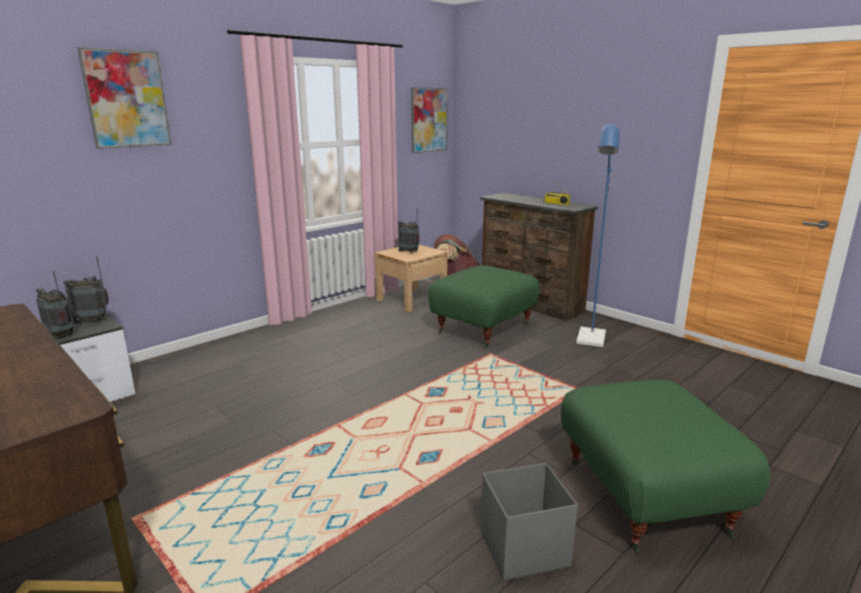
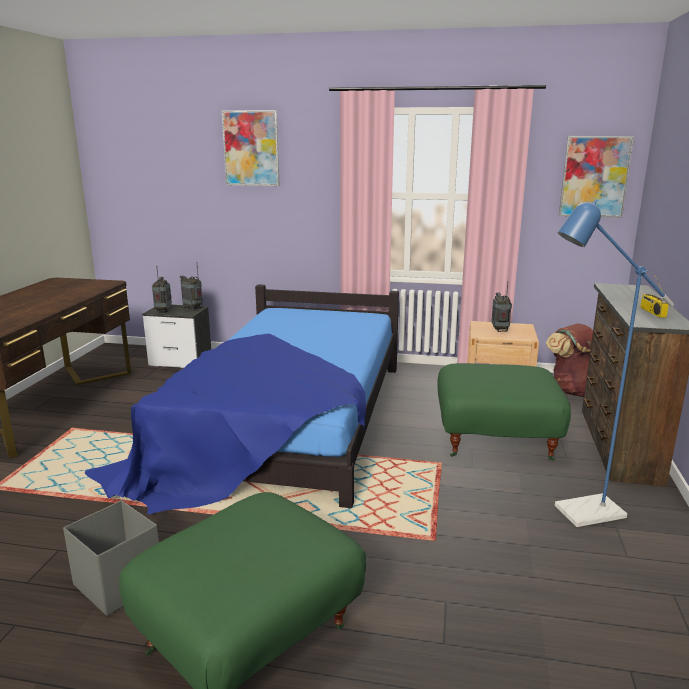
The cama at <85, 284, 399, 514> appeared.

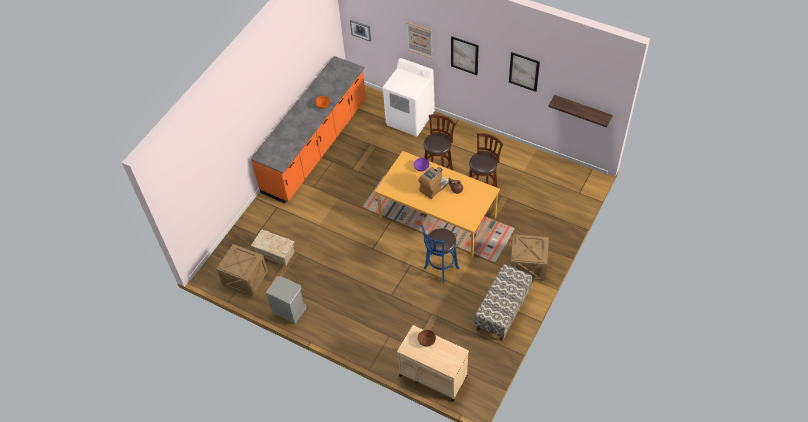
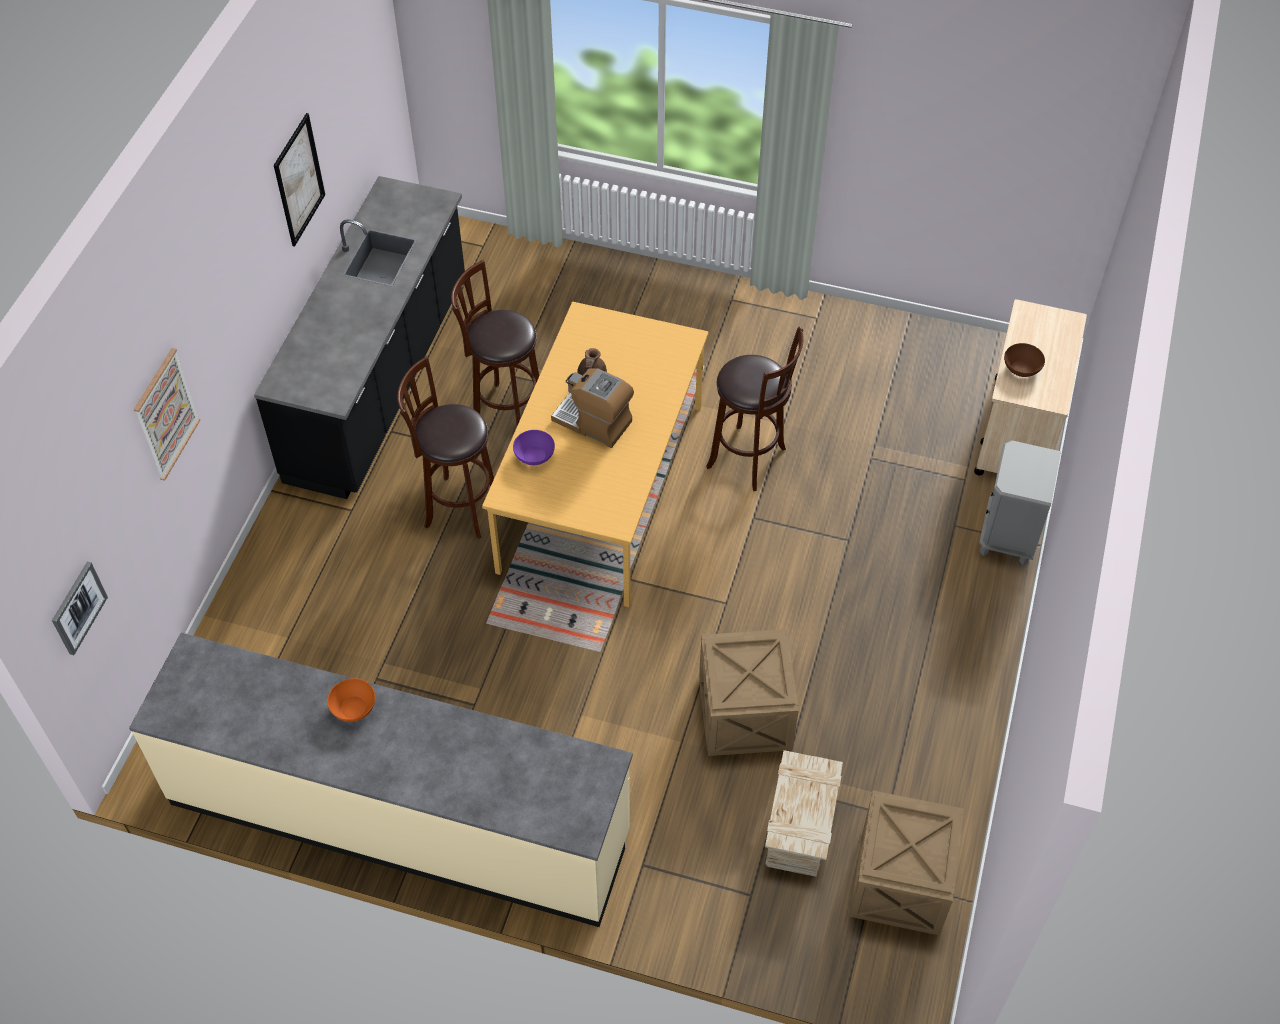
The mueble bajo de cocina (naranja) at <251, 56, 366, 203> became the mueble bajo de cocina (beis) at <129, 632, 633, 927>.
The mesita de noche (gris) moved from <266, 276, 307, 324> to <979, 440, 1061, 565>.
The lavadora (blanco) at <383, 58, 435, 137> disappeared.
The taburete (azul) at <421, 224, 459, 283> became the taburete (marrón) at <706, 326, 804, 491>.
The cuadro at <451, 36, 479, 75> disappeared.
The banco at <474, 264, 532, 341> disappeared.
The caja de embalaje moved from <510, 234, 549, 281> to <699, 629, 799, 756>.
The estante at <548, 95, 613, 127> disappeared.
The mueble bajo de cocina (negro) at <254, 176, 465, 499> appeared.

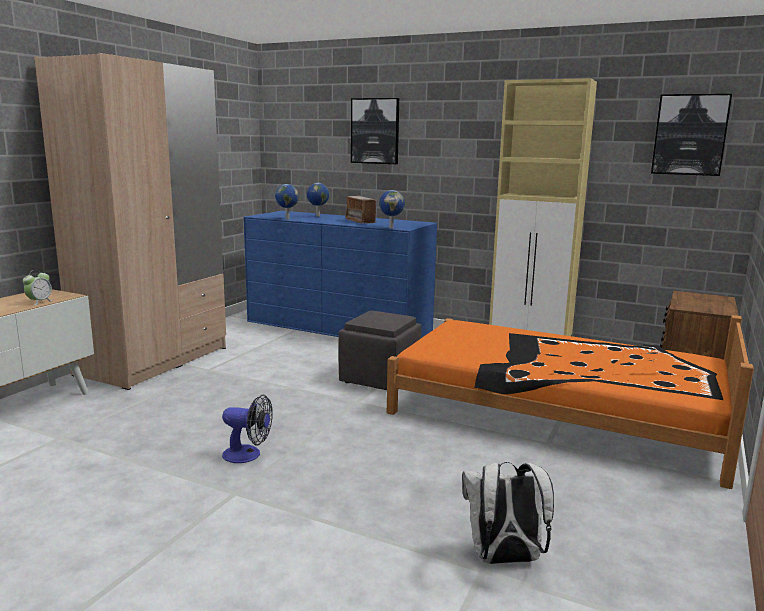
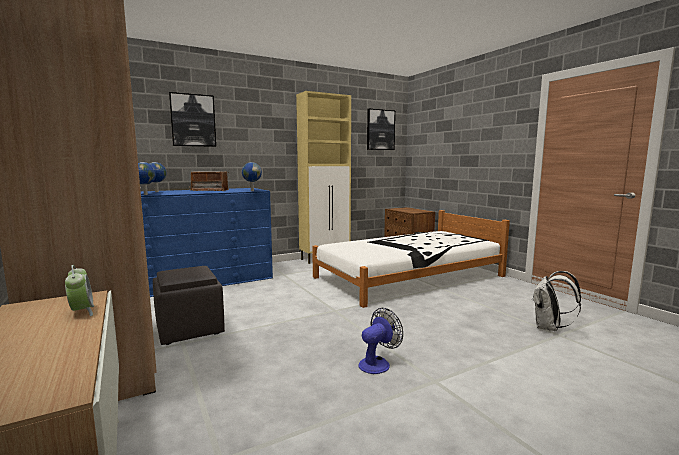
The puf (gris) moved from <338, 311, 421, 390> to <153, 266, 225, 345>.
The cama (naranja) at <387, 315, 754, 489> became the cama (blanco) at <312, 210, 510, 308>.

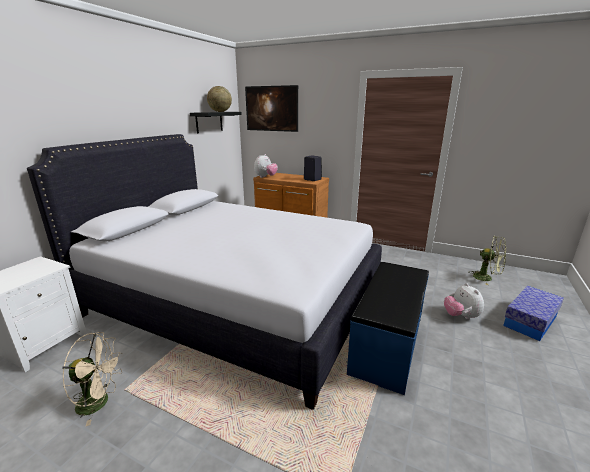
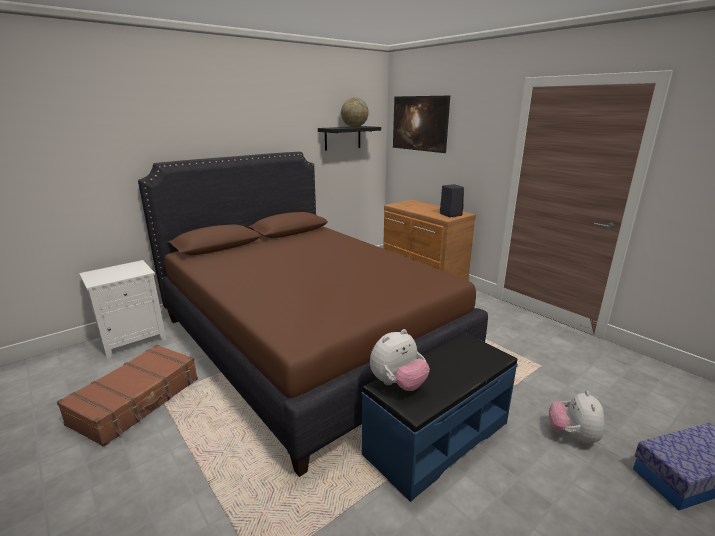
The cama (blanco) at <27, 134, 382, 410> became the cama (marrón) at <138, 152, 488, 477>.
The ventilador (beis) at <62, 332, 122, 426> was replaced by the maleta (marrón) at <57, 345, 198, 447>.
The peluche moved from <254, 154, 278, 178> to <370, 329, 430, 391>.
The ventilador (verde) at <469, 236, 506, 285> disappeared.

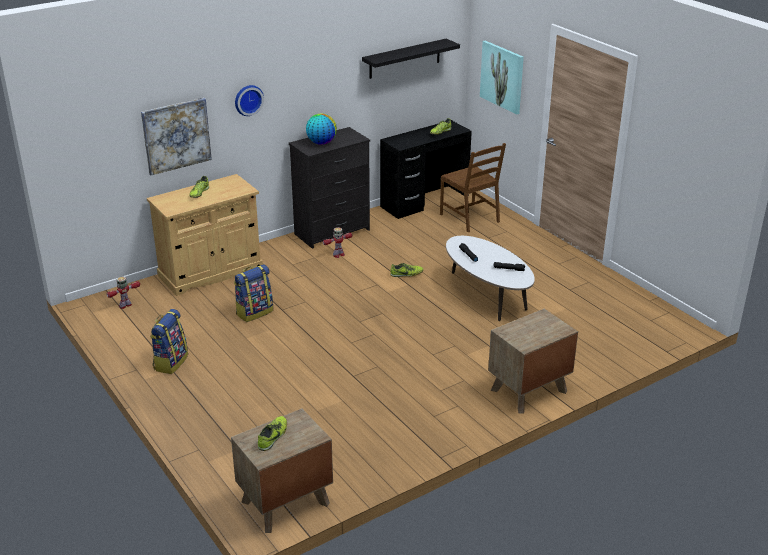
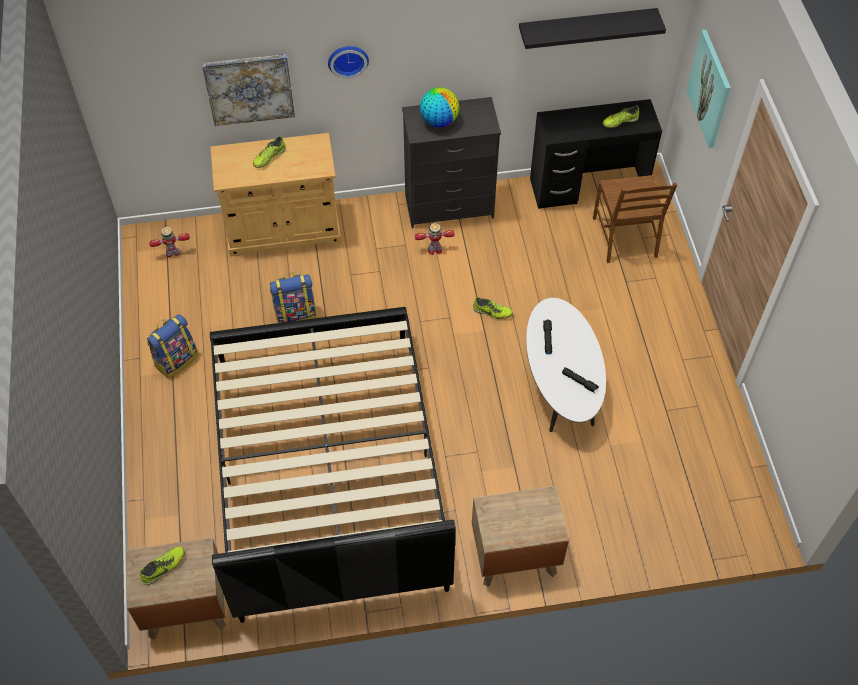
The cama (negro) at <210, 307, 456, 623> appeared.

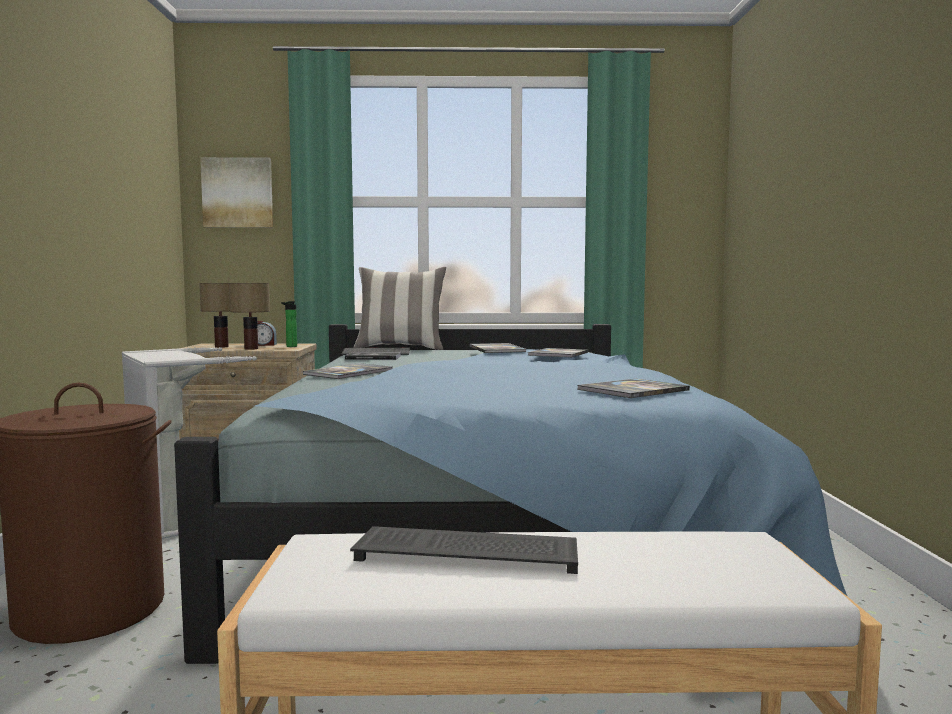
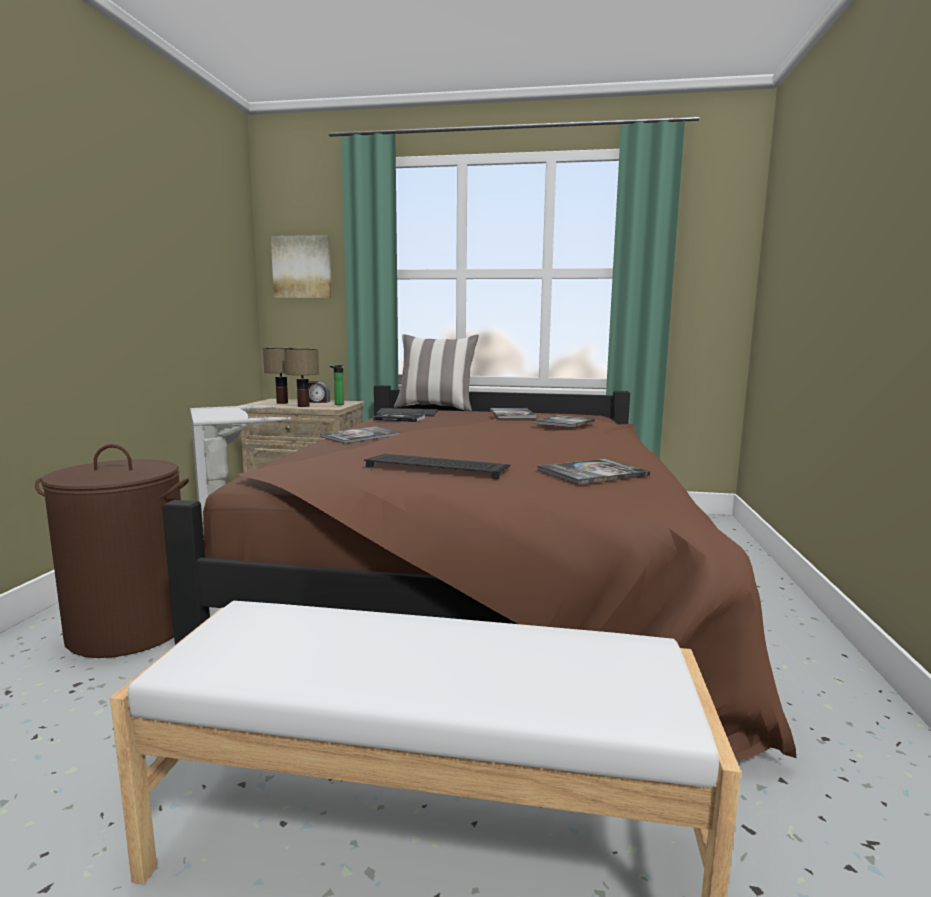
The cama (azul) at <174, 324, 847, 664> became the cama (marrón) at <162, 385, 796, 762>.
The teclado moved from <350, 526, 578, 574> to <364, 454, 510, 479>.

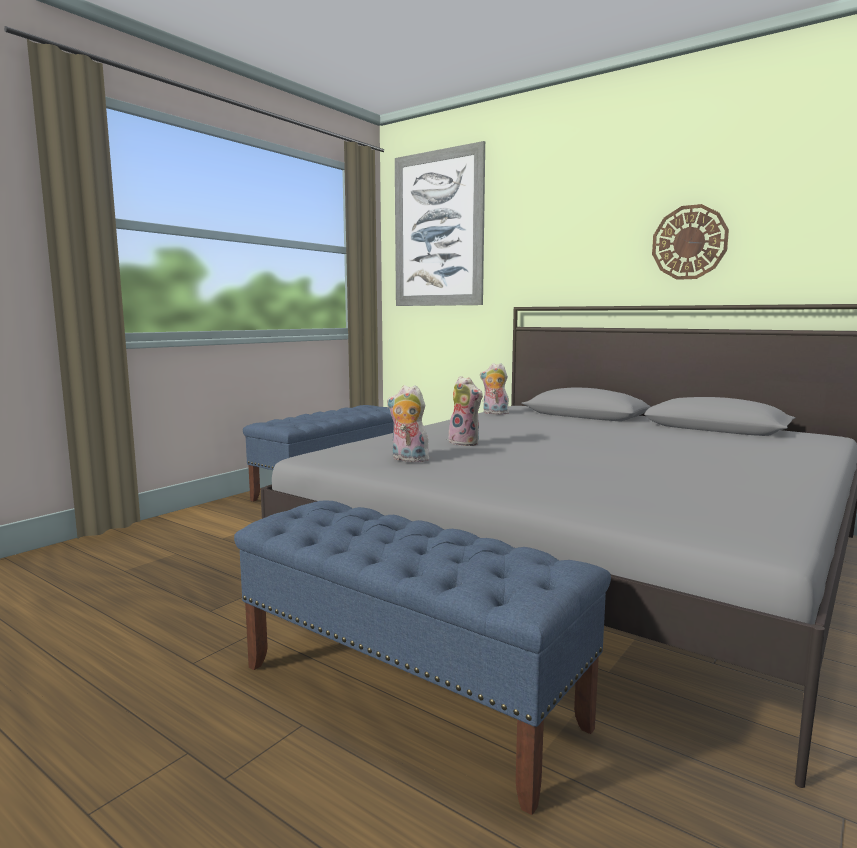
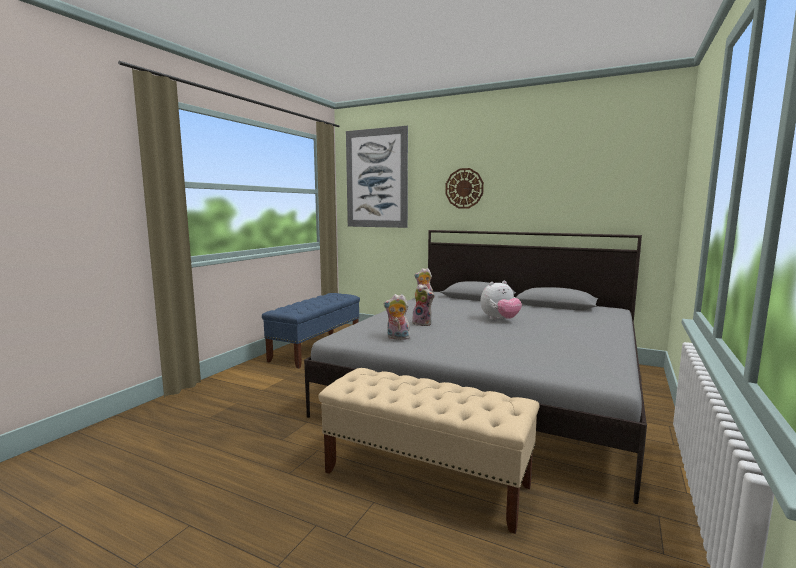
The banco (azul) at <234, 500, 611, 815> became the banco (beis) at <318, 368, 540, 534>.
The reloj de pared moved from <652, 204, 729, 280> to <445, 168, 484, 208>.
The peluche at <480, 281, 522, 320> appeared.

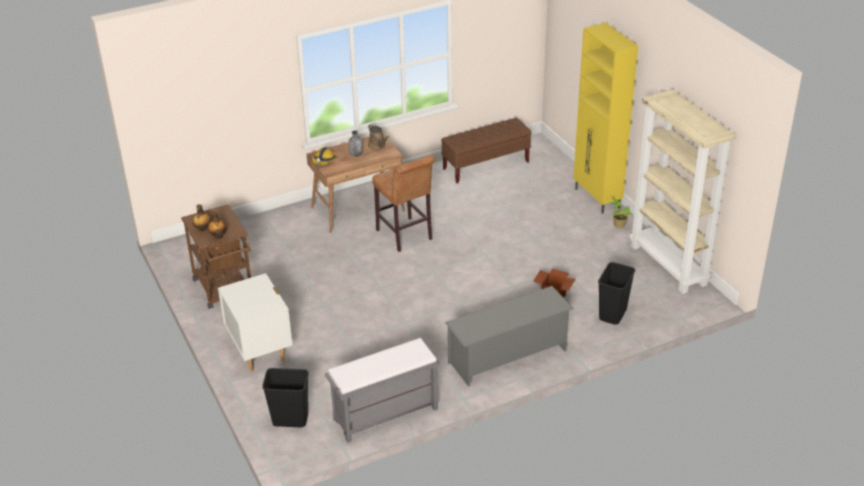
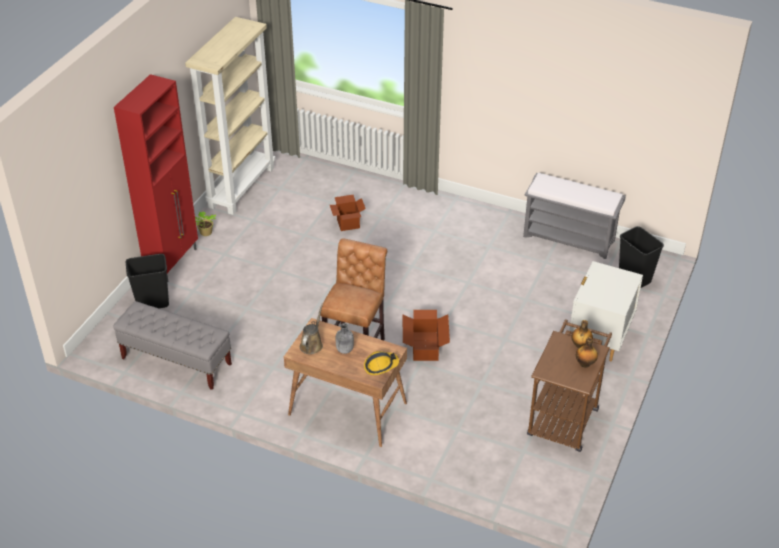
The banco (marrón) at <441, 118, 532, 183> became the banco (gris) at <113, 301, 232, 390>.
The zapatero (gris) at <445, 286, 574, 387> disappeared.
The armario (amarillo) at <573, 23, 638, 214> became the armario (rojo) at <114, 74, 198, 283>.
The papelera (negro) moved from <598, 262, 635, 325> to <126, 254, 169, 309>.
The caja de cartón at <402, 310, 450, 361> appeared.

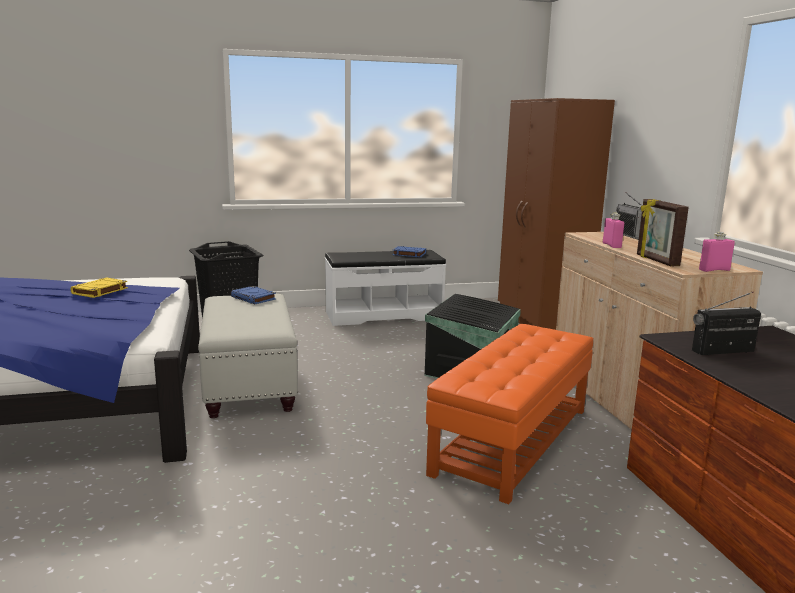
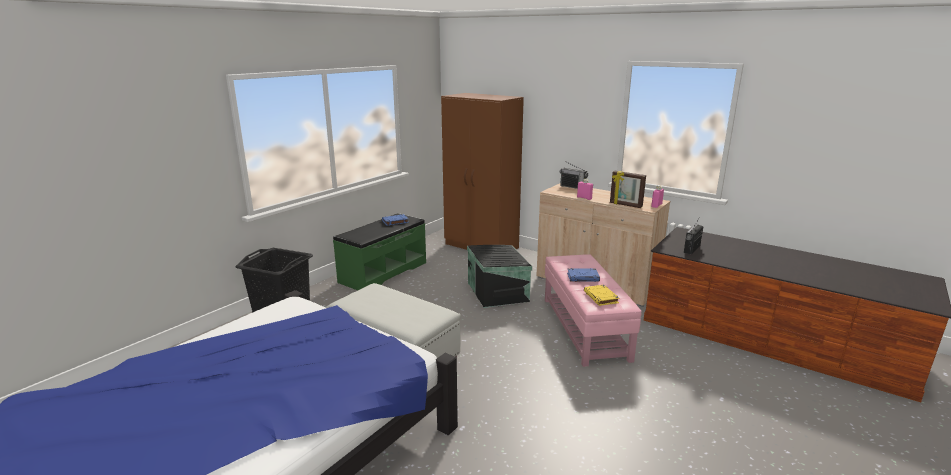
The libro (amarillo) moved from <70, 277, 128, 298> to <584, 285, 619, 306>.
The libro (azul) moved from <231, 286, 276, 304> to <567, 268, 600, 282>.
The banco (blanco) at <325, 250, 446, 326> became the banco (verde) at <333, 213, 426, 290>.
The puf (naranja) at <426, 324, 593, 504> became the puf (rosa) at <545, 254, 642, 367>.

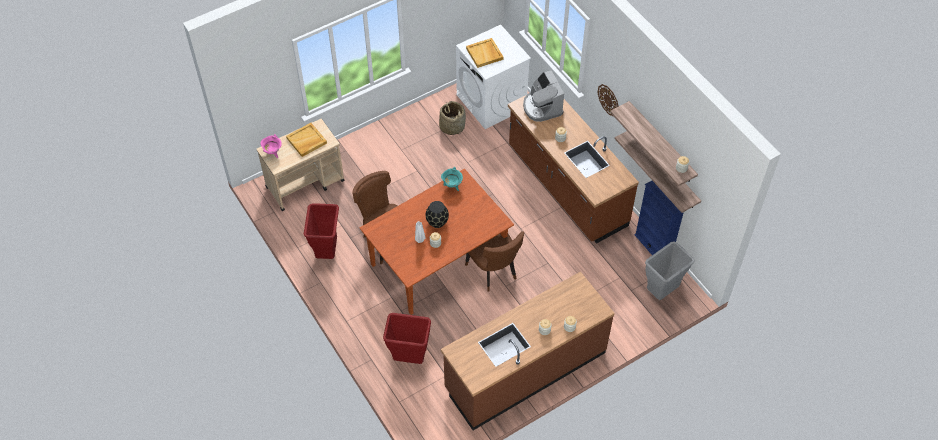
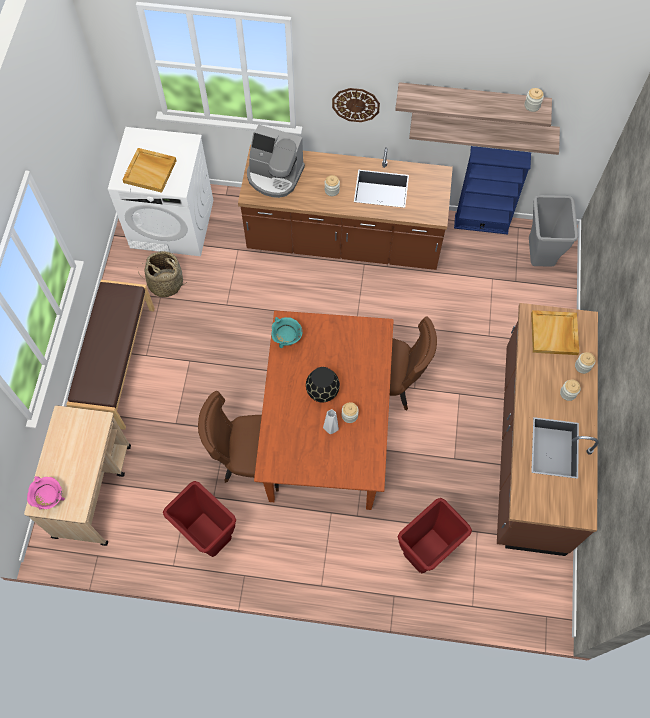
The bandeja (beis) moved from <286, 123, 327, 157> to <531, 310, 579, 355>.
The banco (marrón) at <66, 280, 155, 430> appeared.

